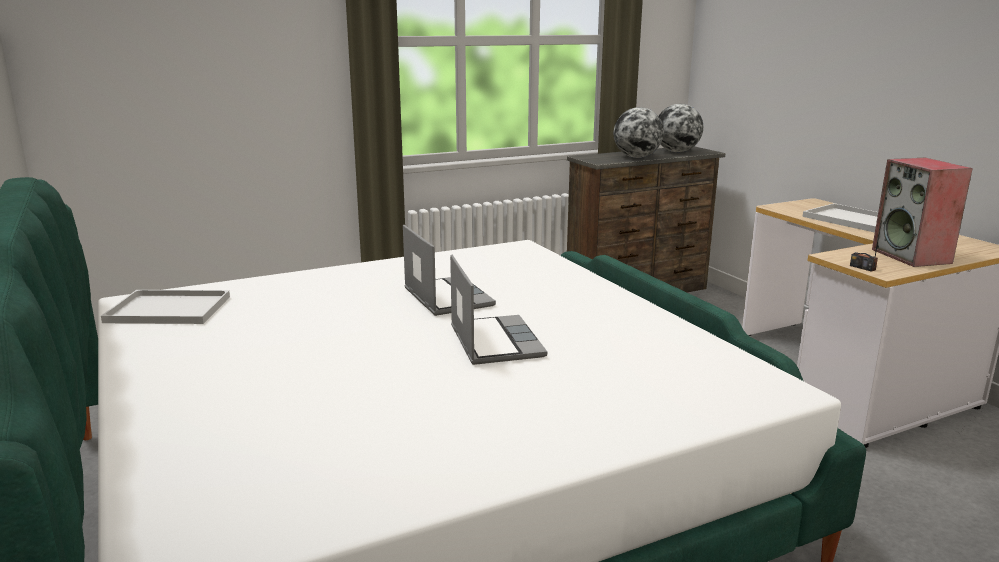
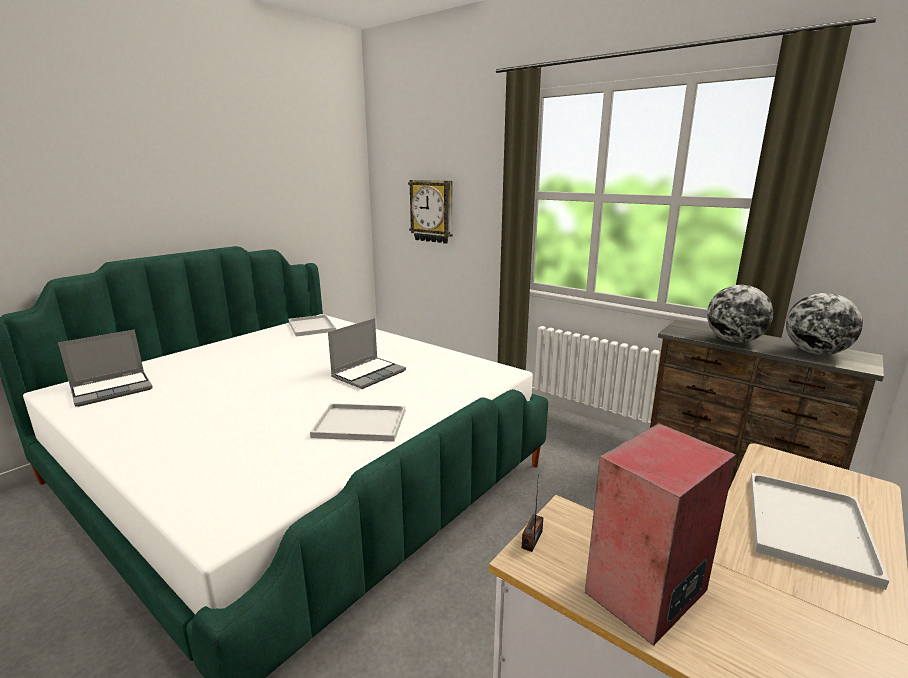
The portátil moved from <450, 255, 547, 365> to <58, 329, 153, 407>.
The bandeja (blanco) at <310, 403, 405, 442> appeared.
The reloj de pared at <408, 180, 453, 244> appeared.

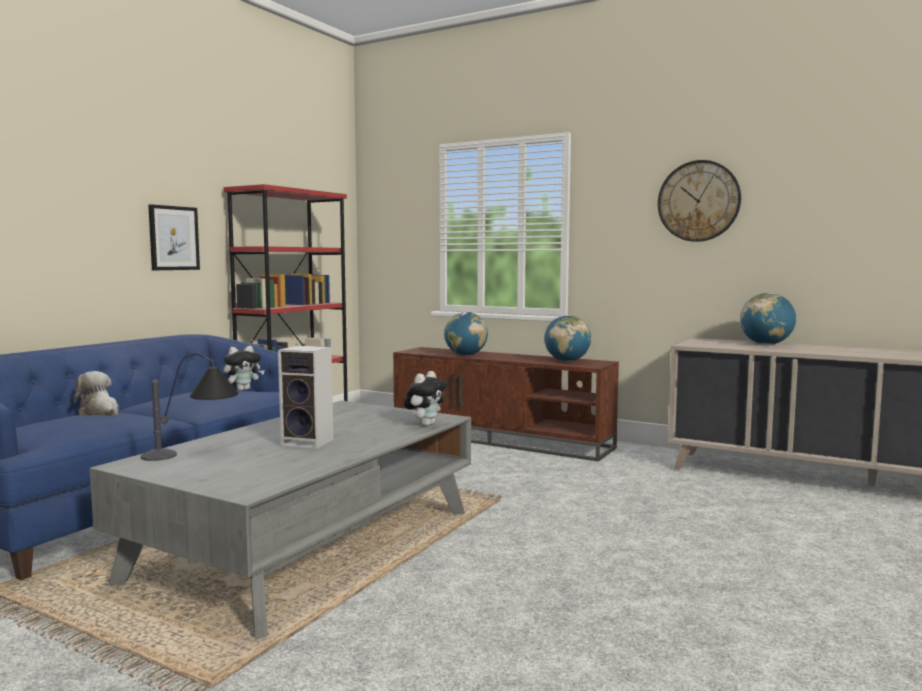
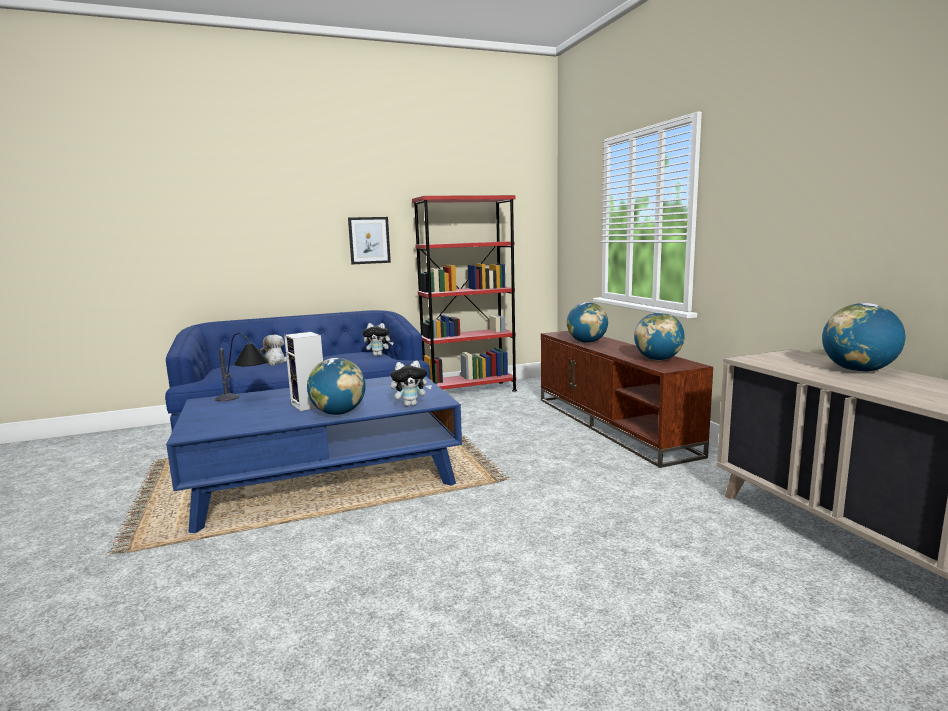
The mesa de centro (gris) at <89, 401, 471, 640> became the mesa de centro (azul) at <166, 376, 462, 533>.
The reloj de pared at <658, 160, 741, 242> disappeared.
The globo terráqueo at <307, 358, 366, 415> appeared.

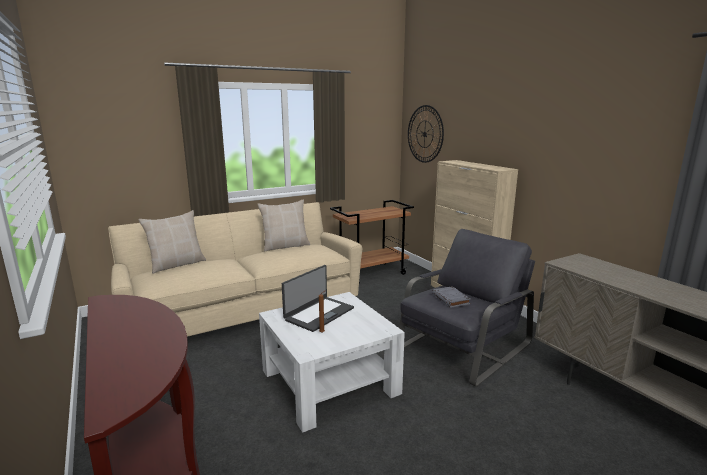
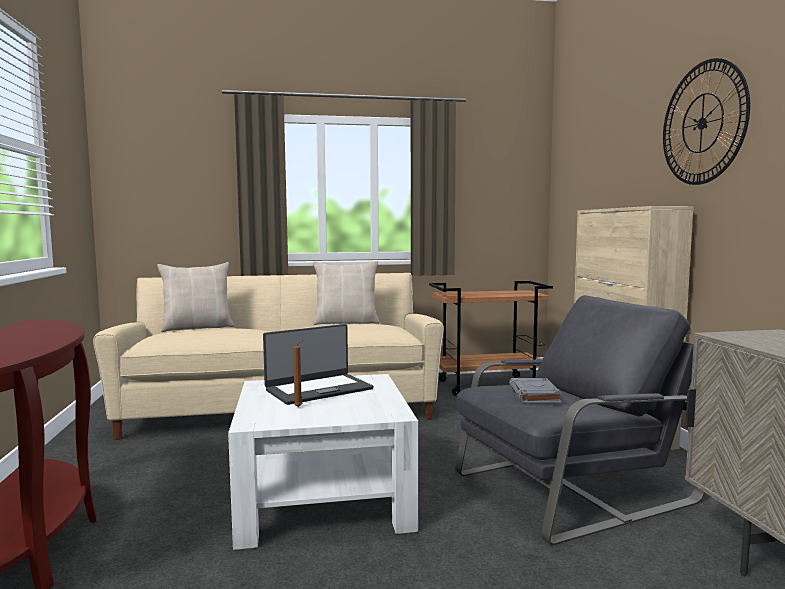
The reloj de pared moved from <408, 105, 444, 163> to <663, 58, 750, 185>.

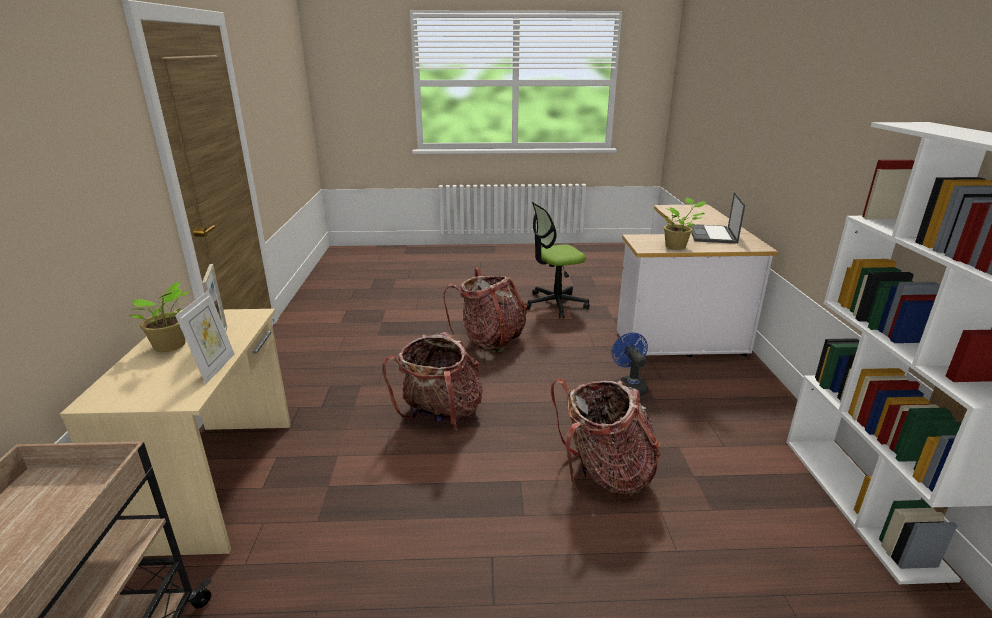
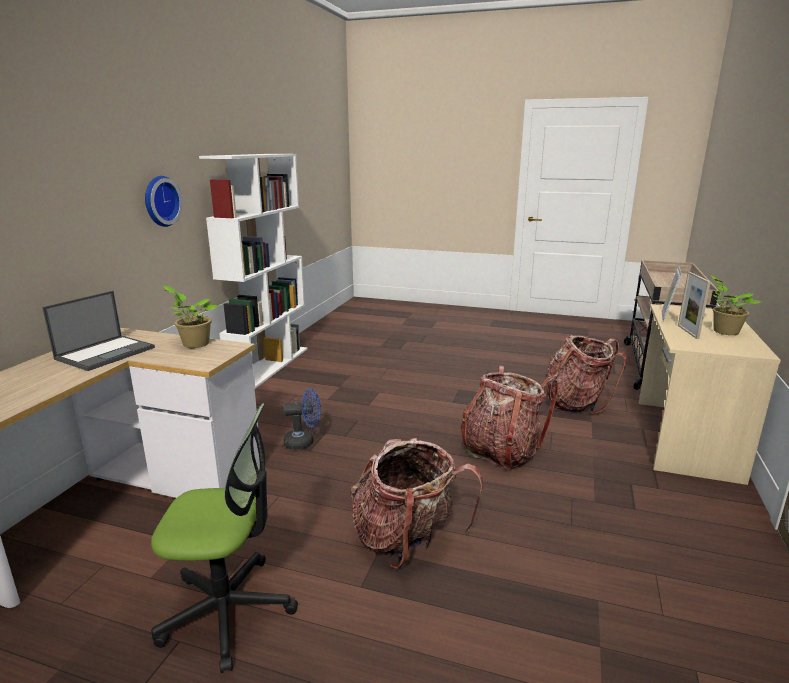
The mochila moved from <551, 379, 660, 496> to <545, 335, 627, 415>.
The ventilador (azul) at <612, 333, 648, 396> turned 105 degrees counterclockwise.
The reloj de pared at <145, 176, 183, 227> appeared.

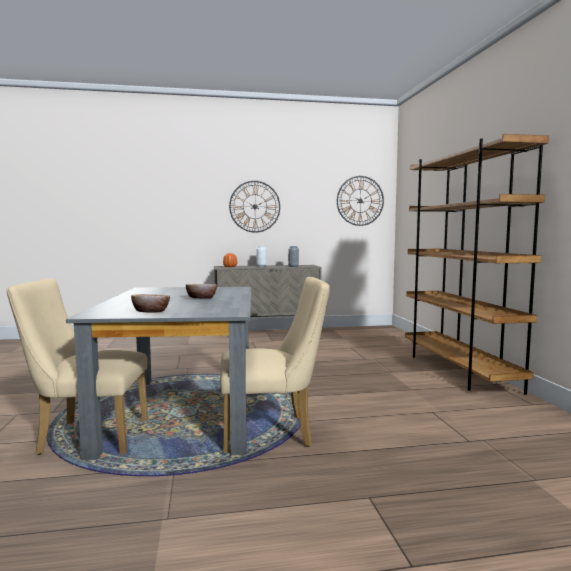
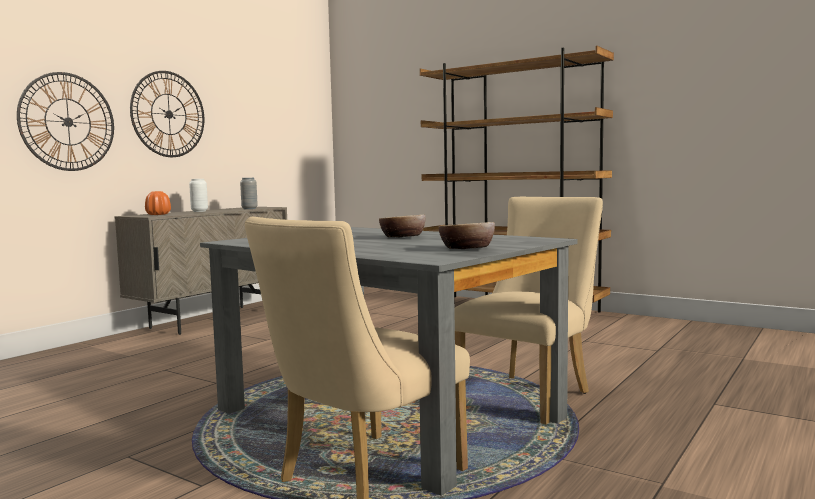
The reloj de pared moved from <337, 176, 384, 226> to <17, 72, 114, 171>.

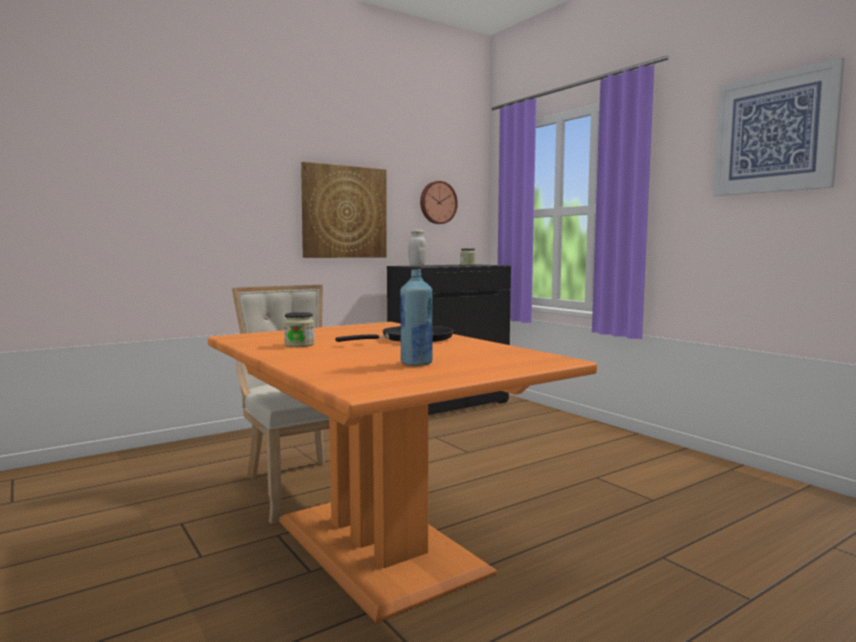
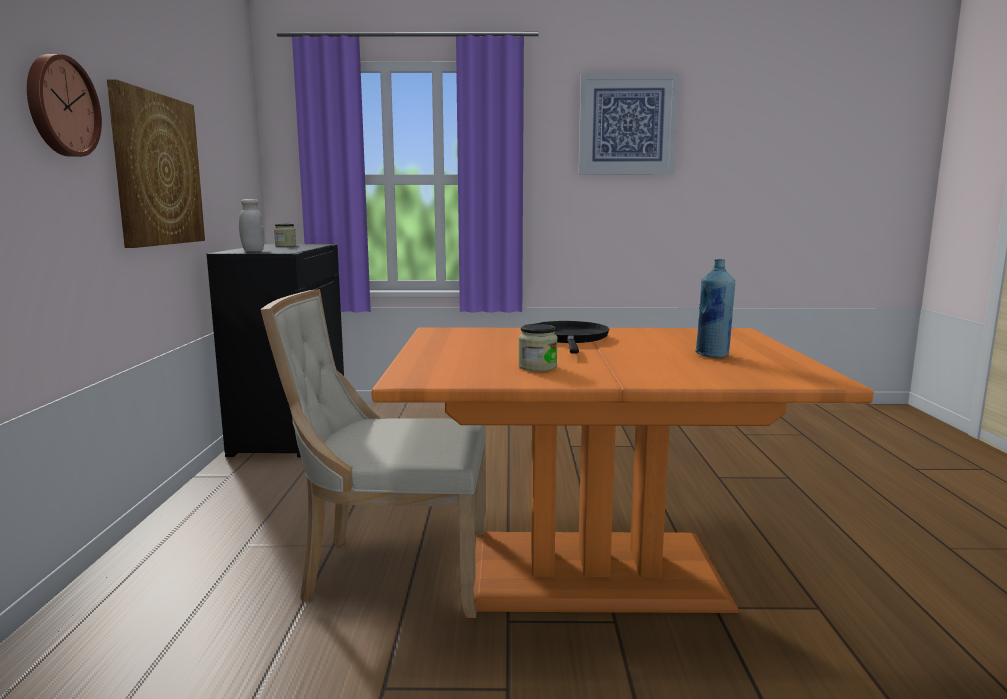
The reloj de pared moved from <420, 181, 458, 224> to <27, 54, 102, 157>.

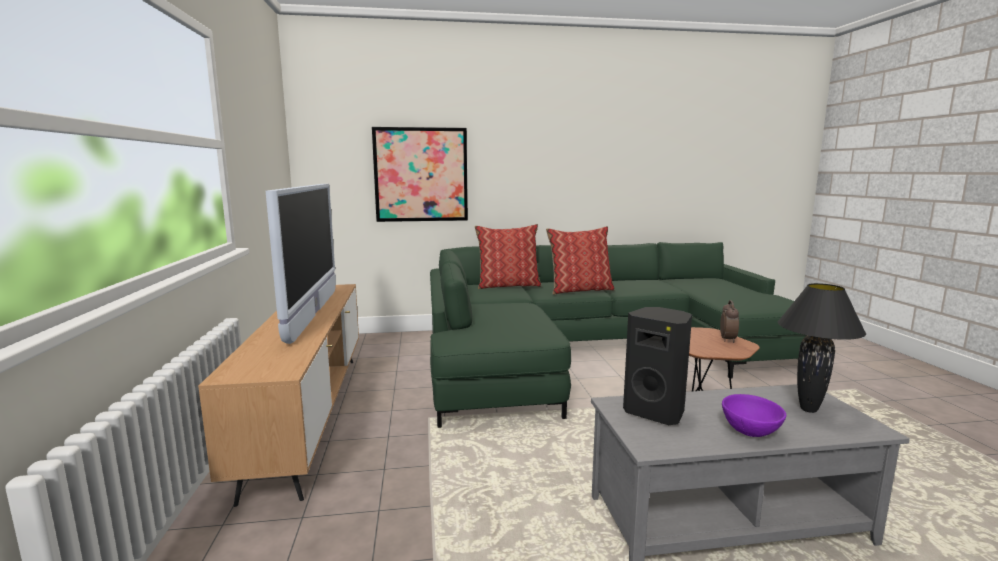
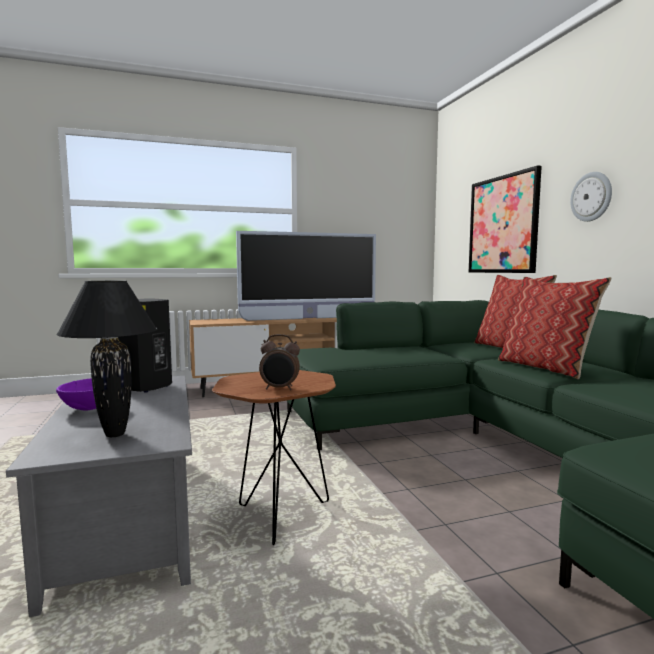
The reloj de pared at <570, 172, 612, 222> appeared.

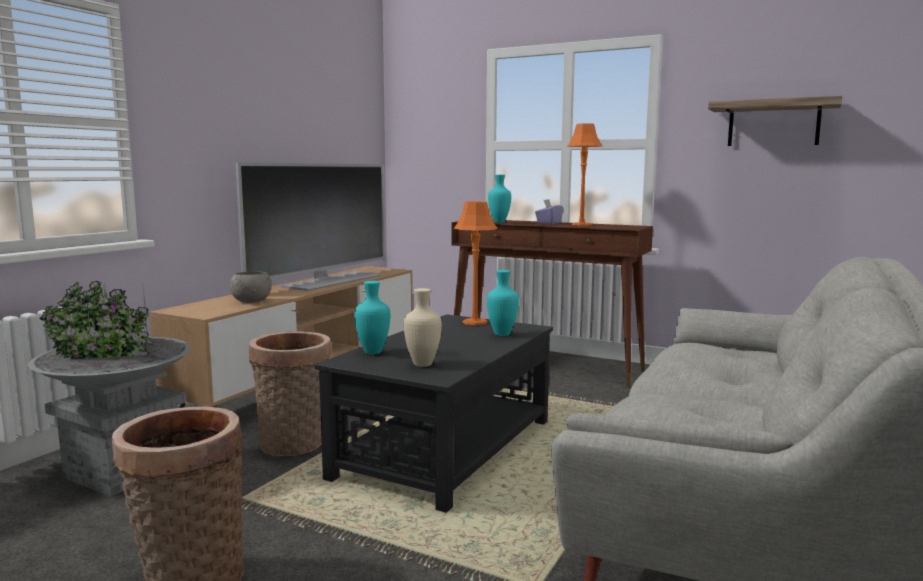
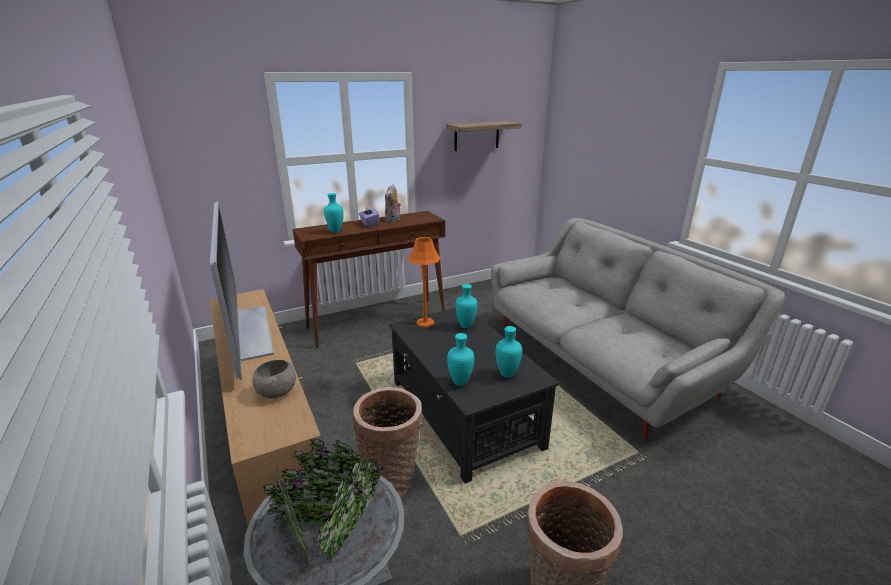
The florero (beis) at <404, 288, 442, 367> became the florero (turquesa) at <496, 326, 522, 378>.
The lámpara de mesa (naranja) at <567, 123, 602, 226> was replaced by the peluche at <385, 184, 401, 223>.

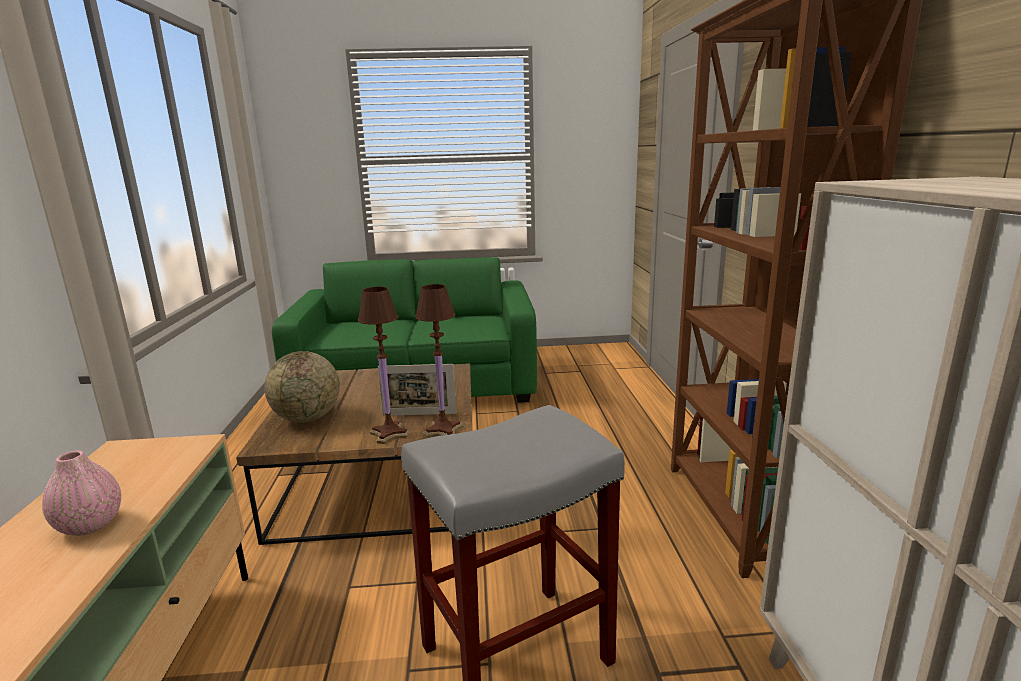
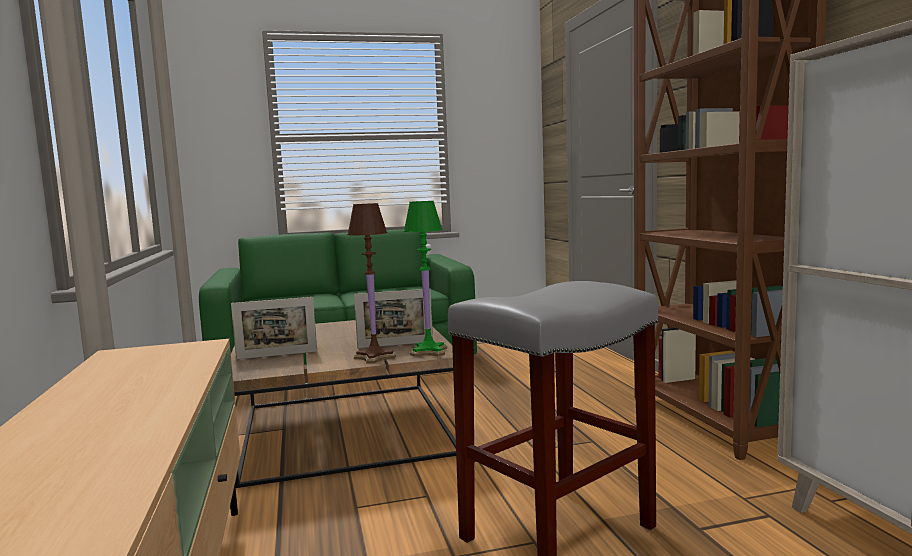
The florero (rosa) at <42, 451, 121, 536> disappeared.
The globo terráqueo at <265, 351, 340, 423> was replaced by the portarretratos at <231, 297, 317, 359>.
The lámpara de mesa (marrón) at <415, 284, 463, 438> became the lámpara de mesa (verde) at <403, 201, 447, 357>.

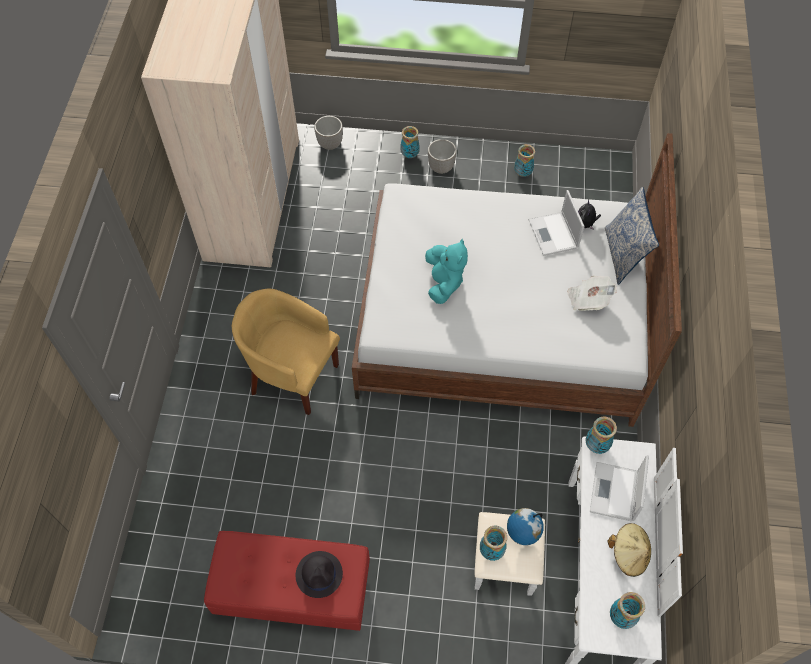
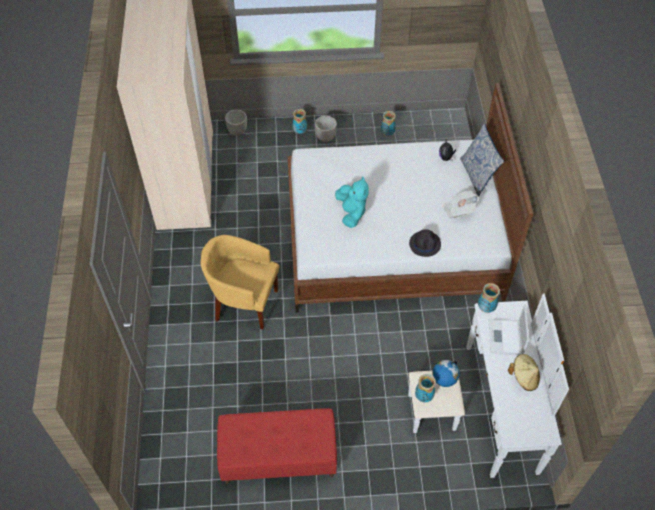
The sombrero (negro) moved from <296, 551, 343, 598> to <409, 229, 441, 257>.
The portátil at <529, 190, 585, 256> disappeared.
The florero at <610, 592, 645, 629> disappeared.

